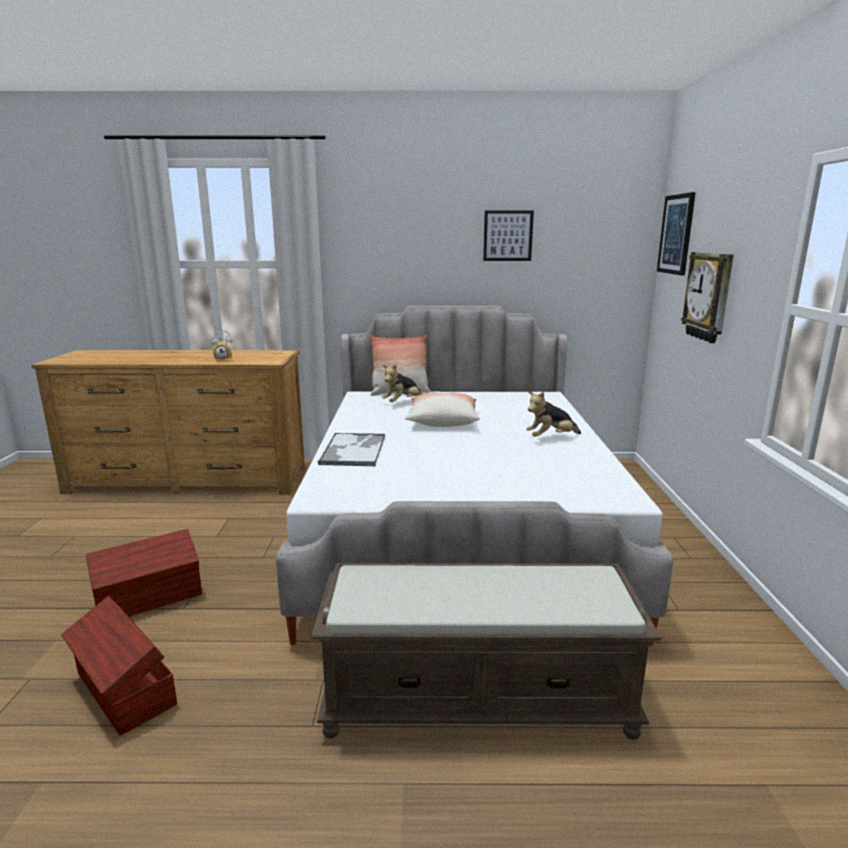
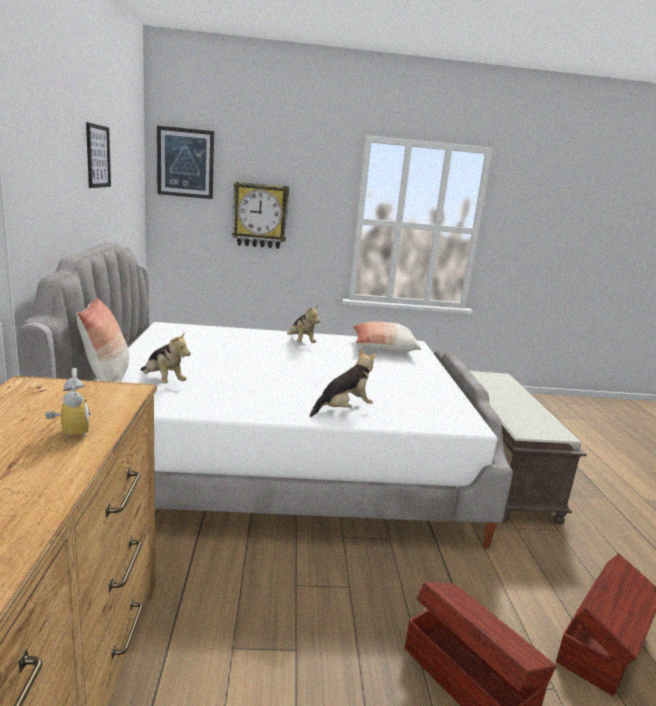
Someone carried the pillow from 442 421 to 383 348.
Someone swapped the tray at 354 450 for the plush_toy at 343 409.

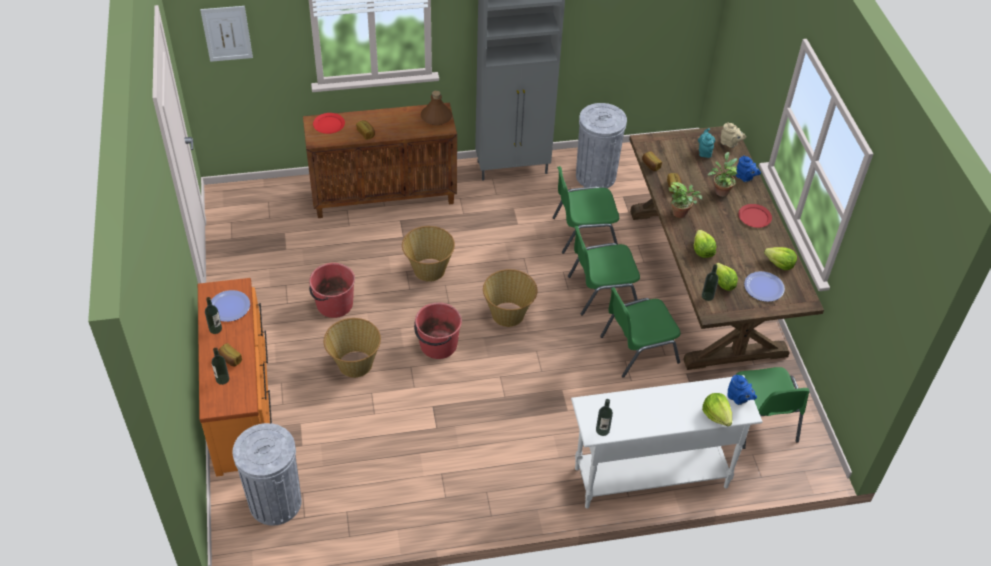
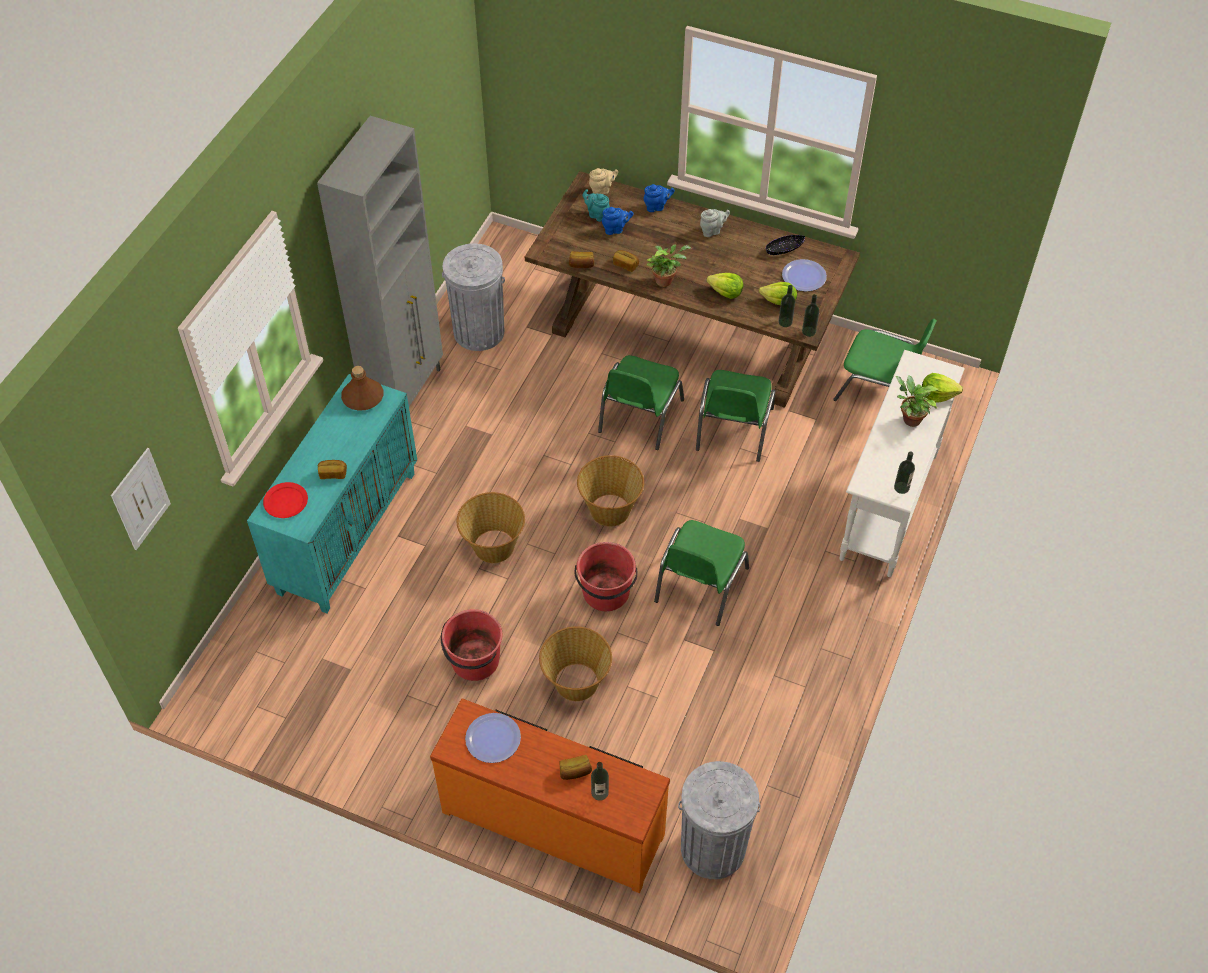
Someone carried the bottle from 215 329 to 809 331.
Someone carried the green_chair from 583 232 to 699 585.
Someone carried the potted_plant from 720 190 to 909 419.
Someone carried the blue_teapot from 738 399 to 615 229.
Someone swapped the red_plate at 754 217 for the grey_teapot at 712 231.
Someone swapped the lettuce at 779 264 for the black_bowl at 784 249.
Someone repainted the brown_cabinet at 384 196, which became the turquoise_cabinet at 347 531.

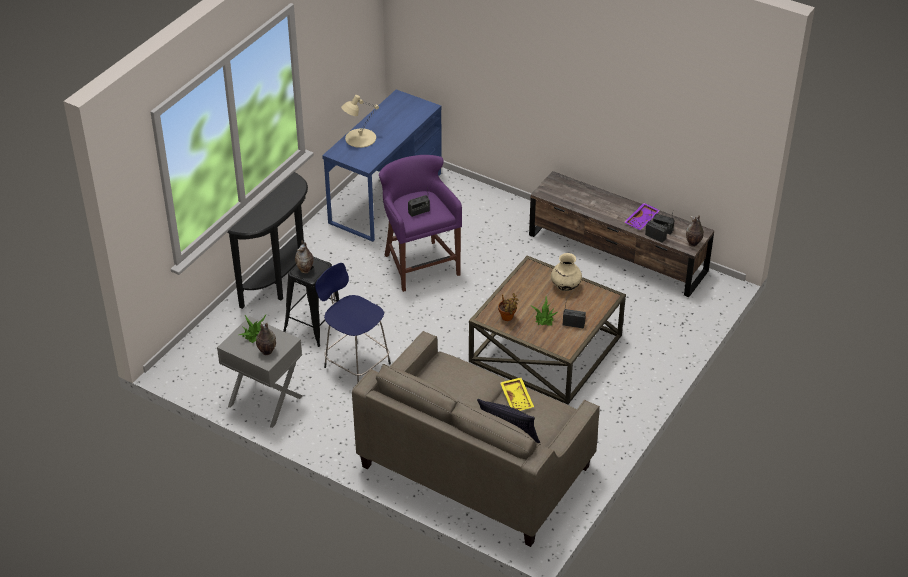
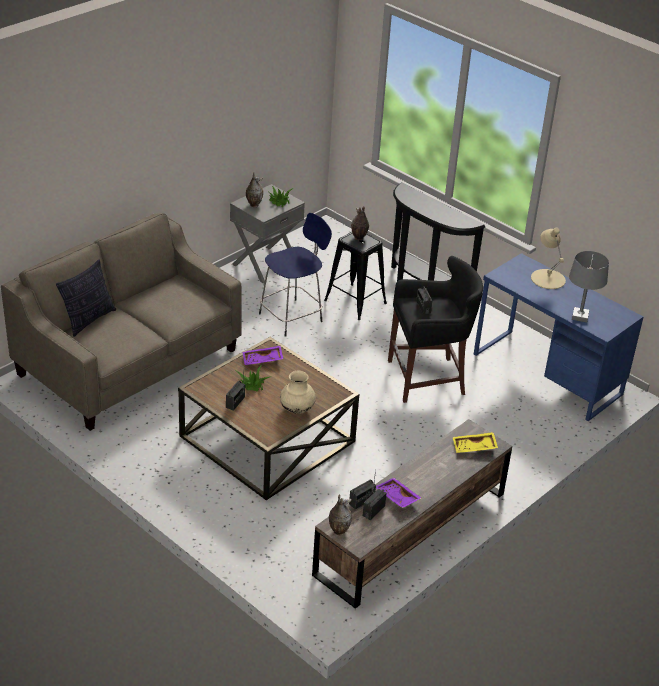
Someone put down the grey_table_lamp at 580 317.
Someone carried the yellow_tray from 517 398 to 474 448.
Someone swapped the potted_plant at 507 318 for the purple_tray at 262 360.
Someone repainted the purple_stool at 419 264, which became the black_stool at 429 378.

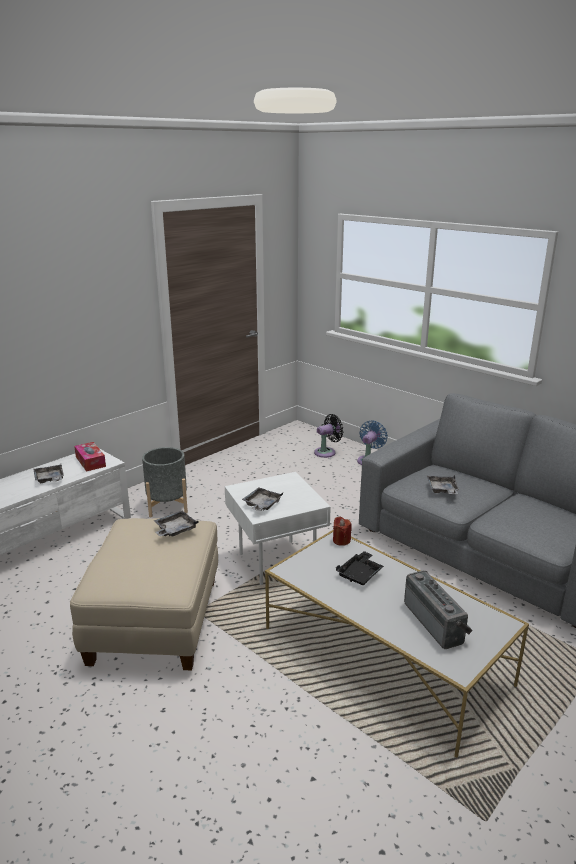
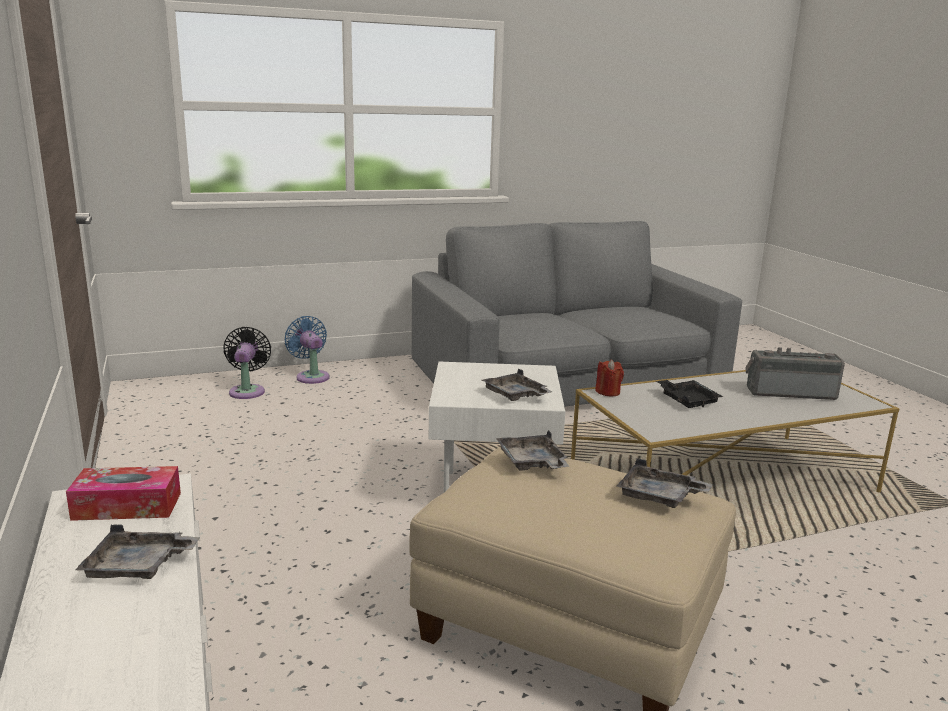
Someone took away the grey_planter at 167 505.
Someone carried the grey_tray from 442 490 to 659 497.

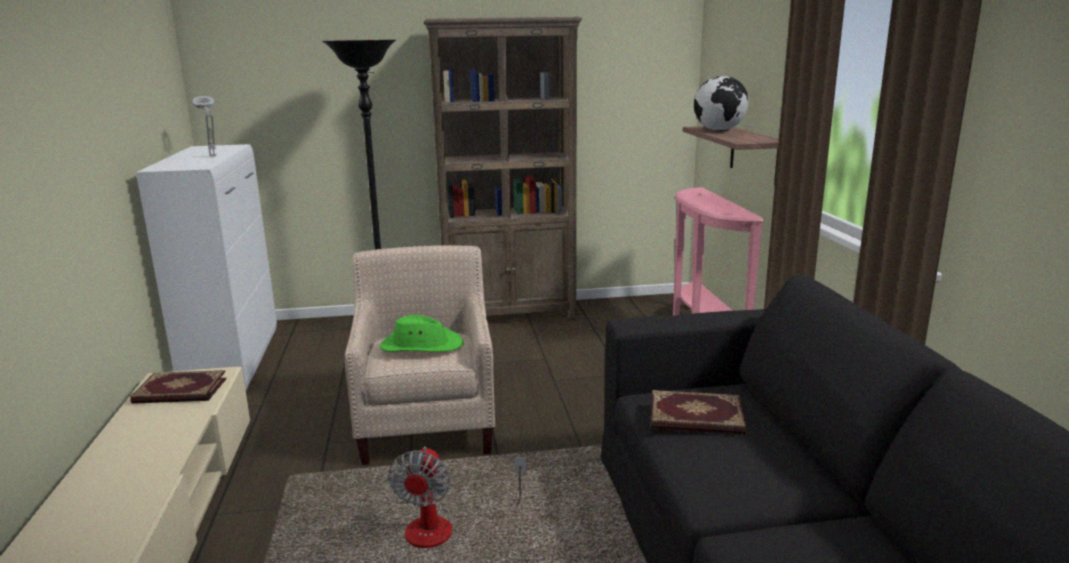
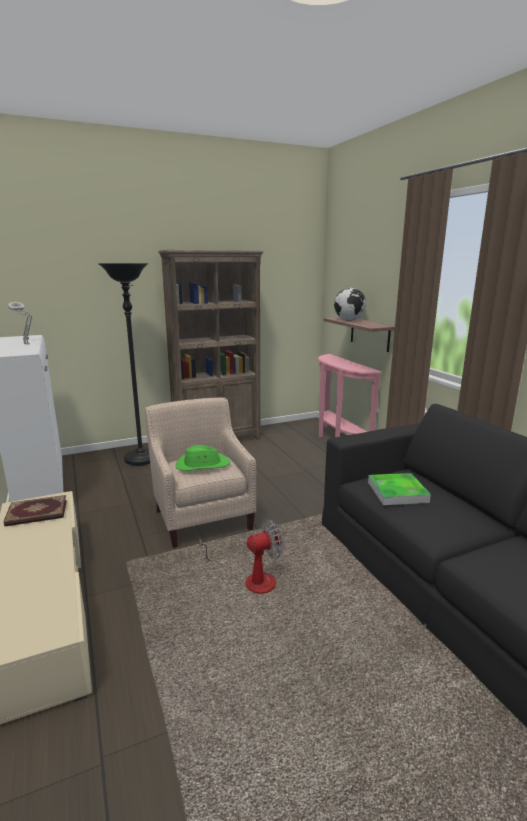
Someone swapped the book at 696 418 for the tray at 397 492.
Someone rotated the fan at 446 527 by 105 degrees counterclockwise.

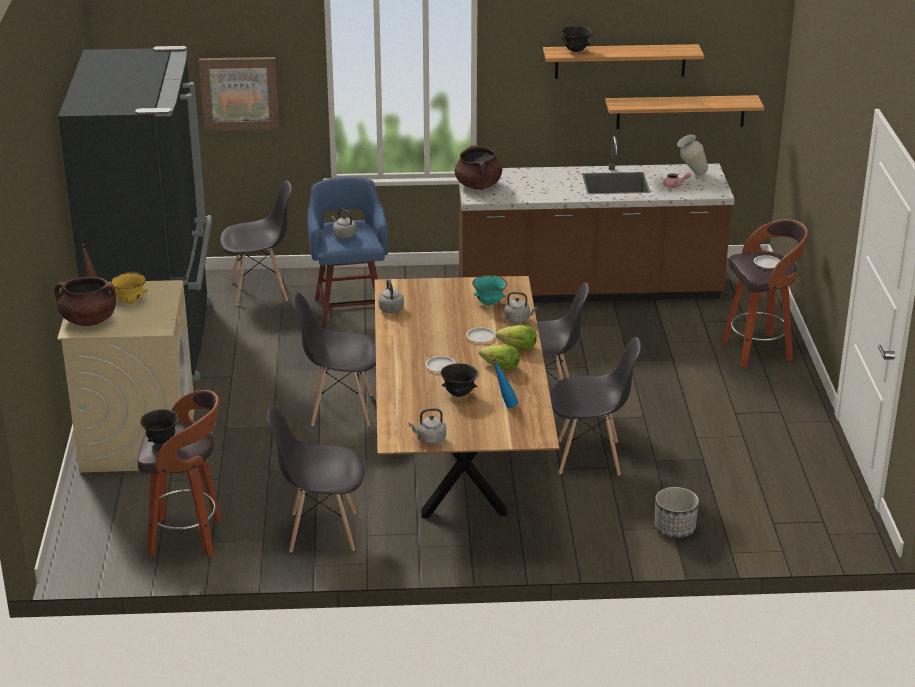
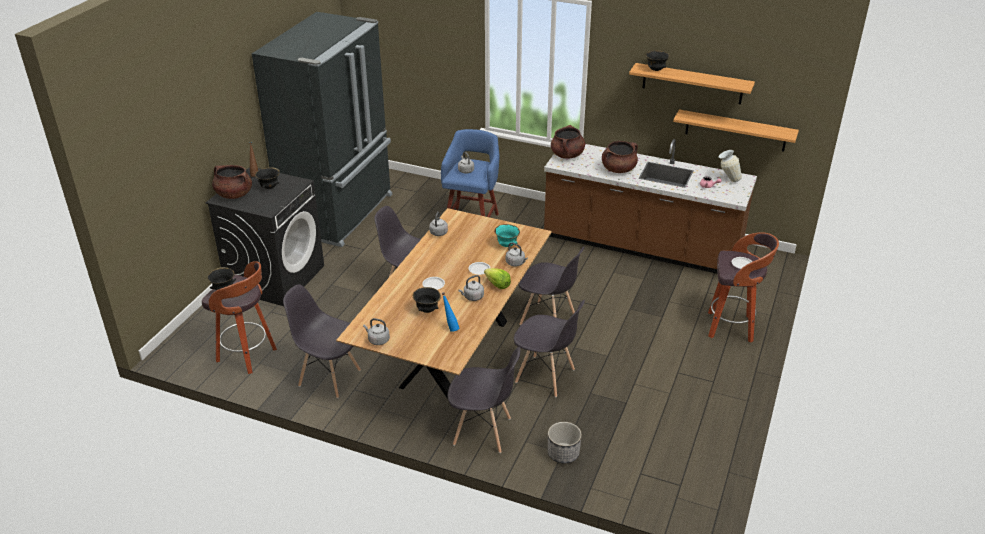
Someone took away the picture at 239 93.
Someone put down the brown_cooking_pot at 618 169.
Someone carried the grey_chair from 260 291 to 483 432.
Someone swapped the lettuce at 500 367 for the grey_kettle at 472 297.
Someone repainted the beige_washing_machine at 138 439, which became the black_washing_machine at 275 277.
Someone repainted the yellow_bowl at 131 301, which became the black_bowl at 269 187.

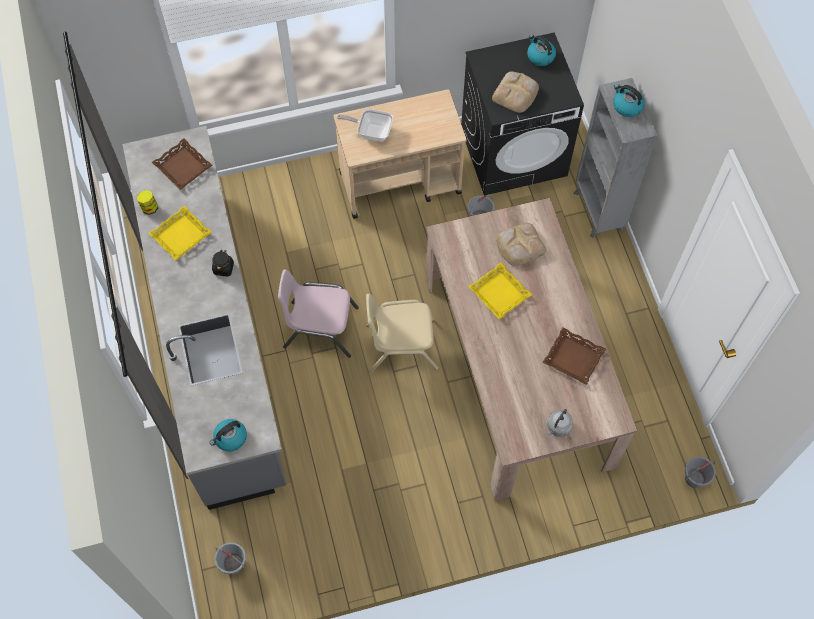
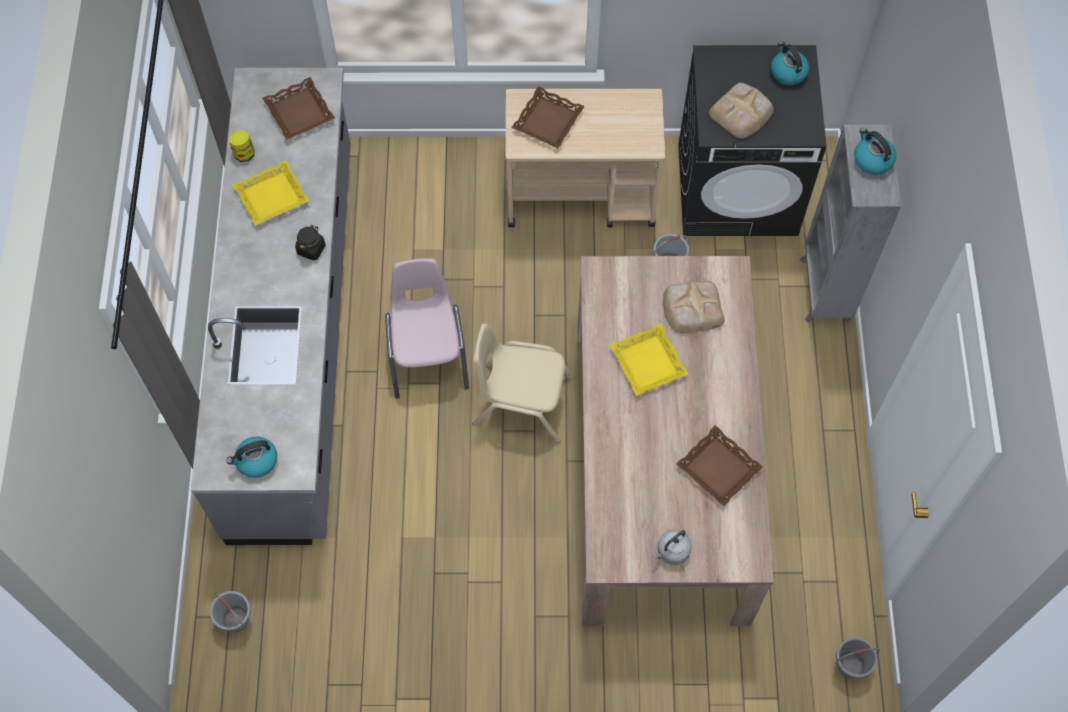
Someone swapped the frying_pan at 371 131 for the brown_tray at 547 121.
Someone rotated the pink_chair at 320 328 by 60 degrees clockwise.

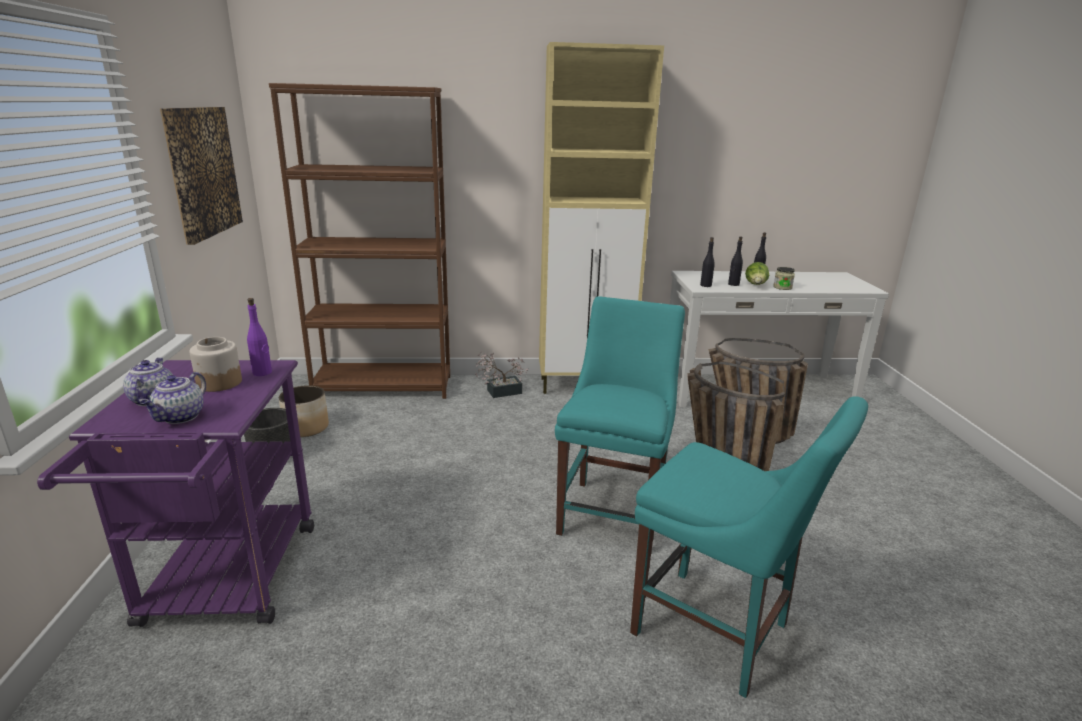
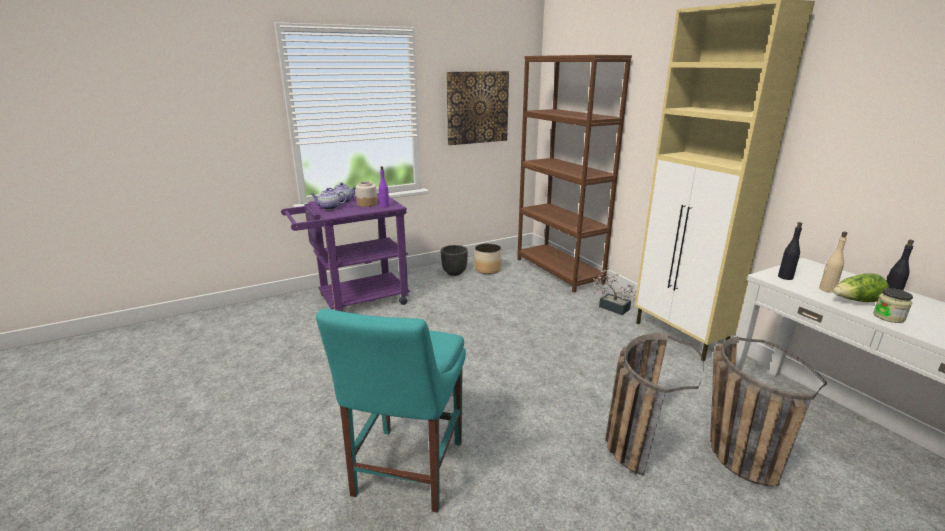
Someone took away the turquoise_chair at 613 512.
Someone repainted the black_bottle at 733 284, which became the beige_bottle at 826 289.

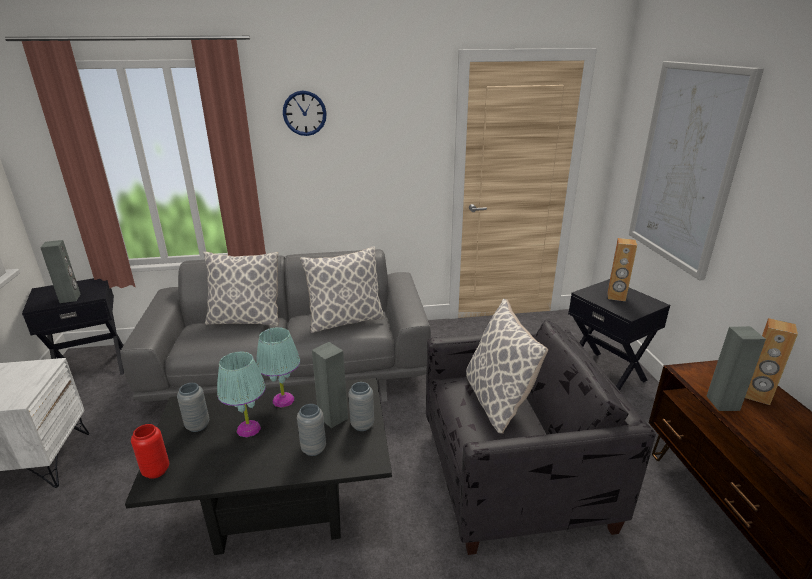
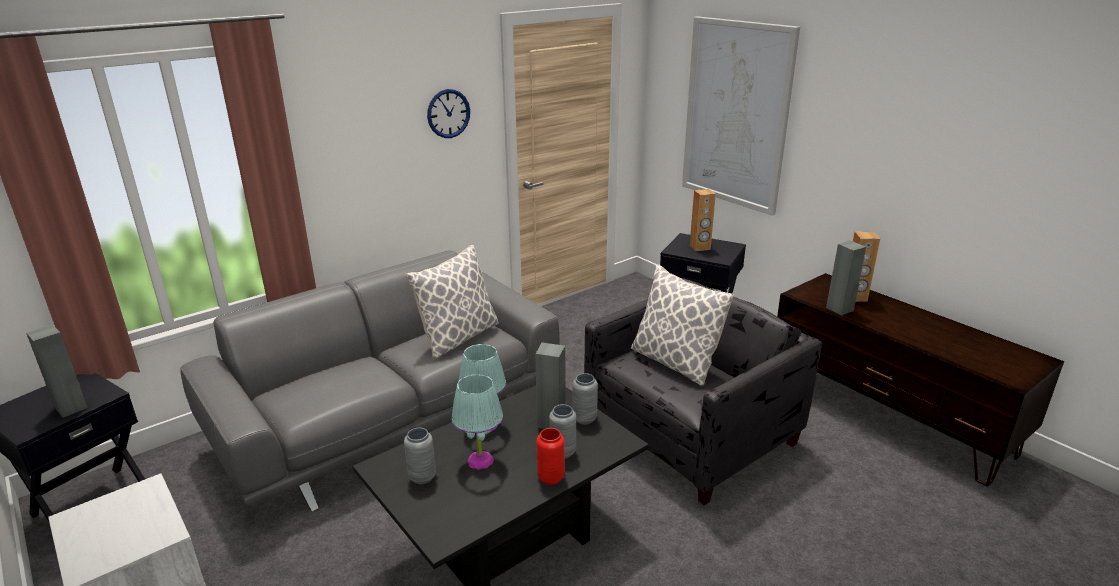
Someone took away the pillow at 245 320.
Someone carried the red_vase from 156 471 to 551 478.
Someone carried the wall_clock from 304 113 to 448 113.

